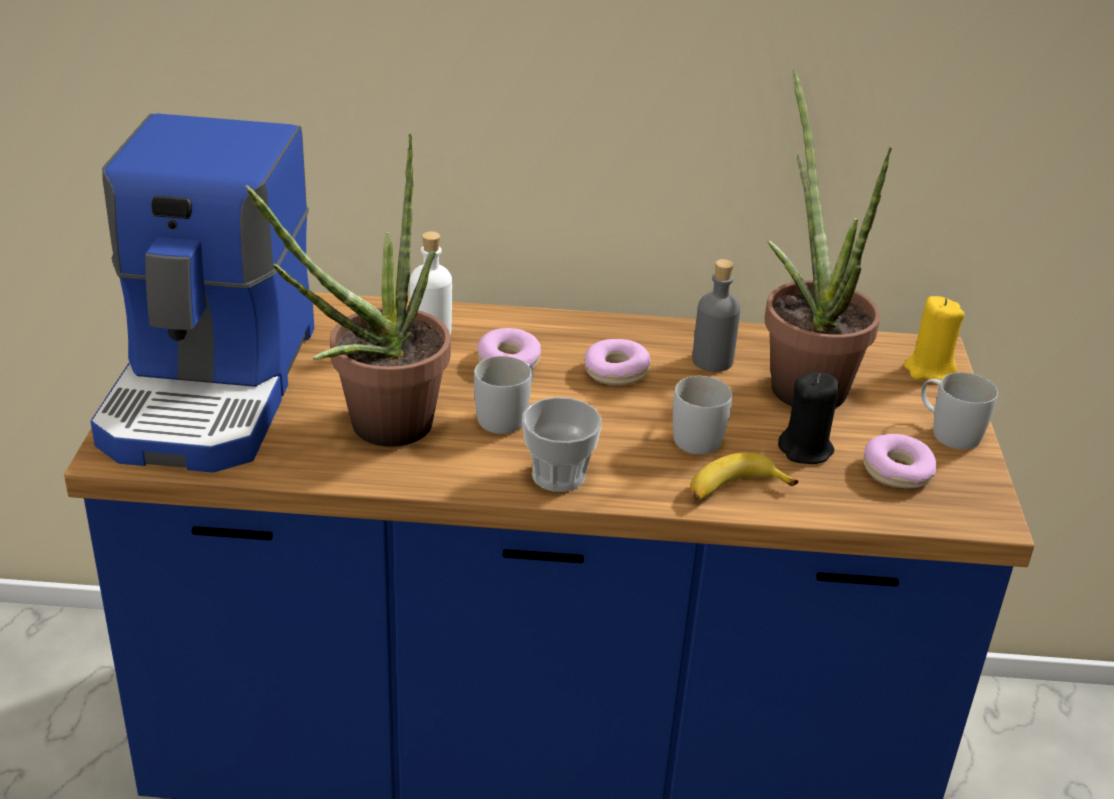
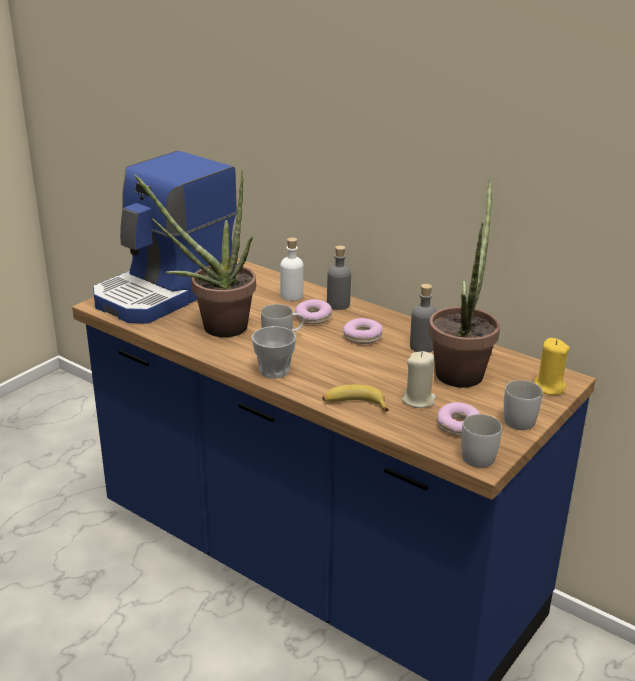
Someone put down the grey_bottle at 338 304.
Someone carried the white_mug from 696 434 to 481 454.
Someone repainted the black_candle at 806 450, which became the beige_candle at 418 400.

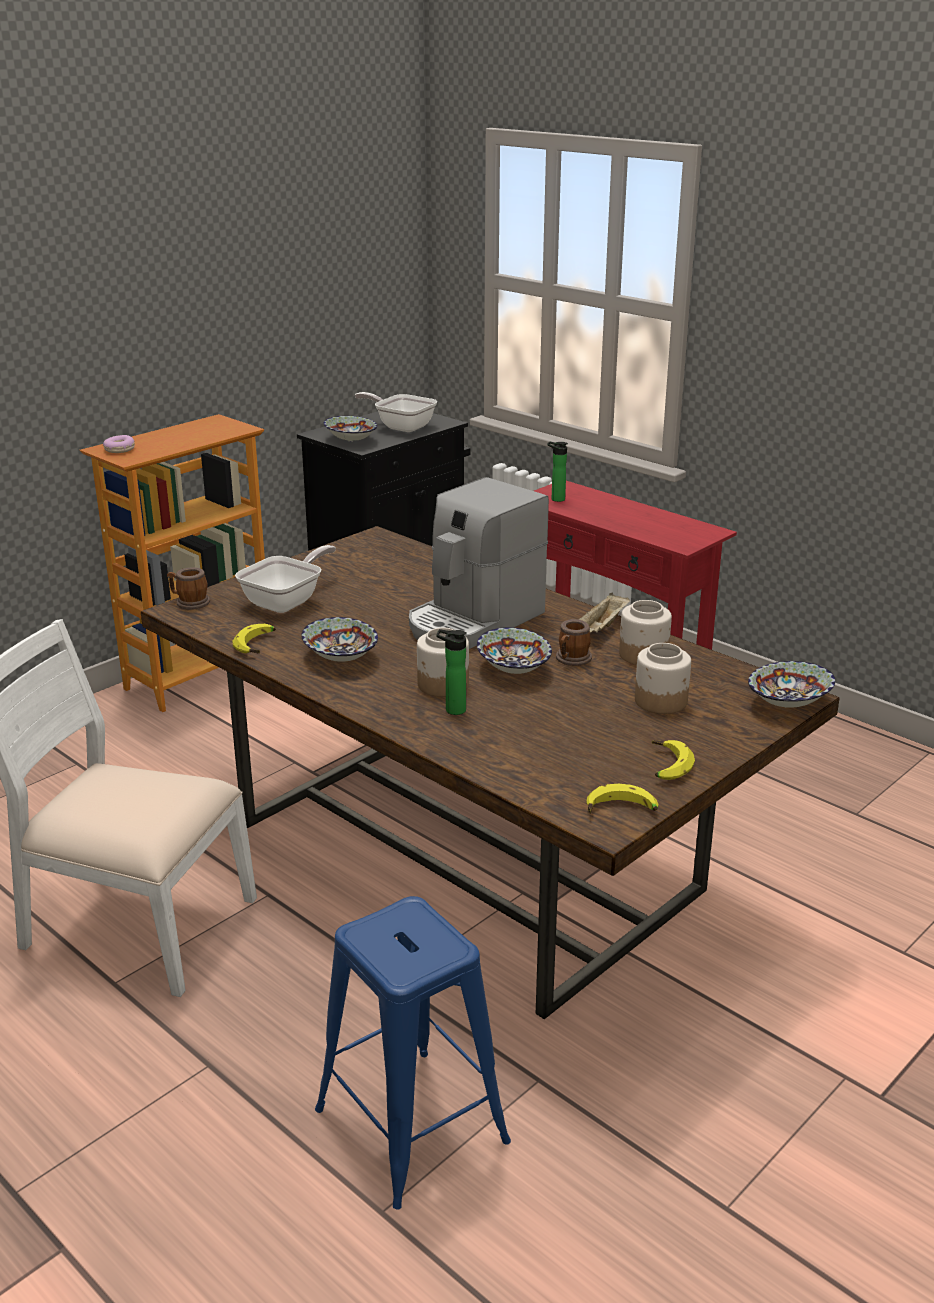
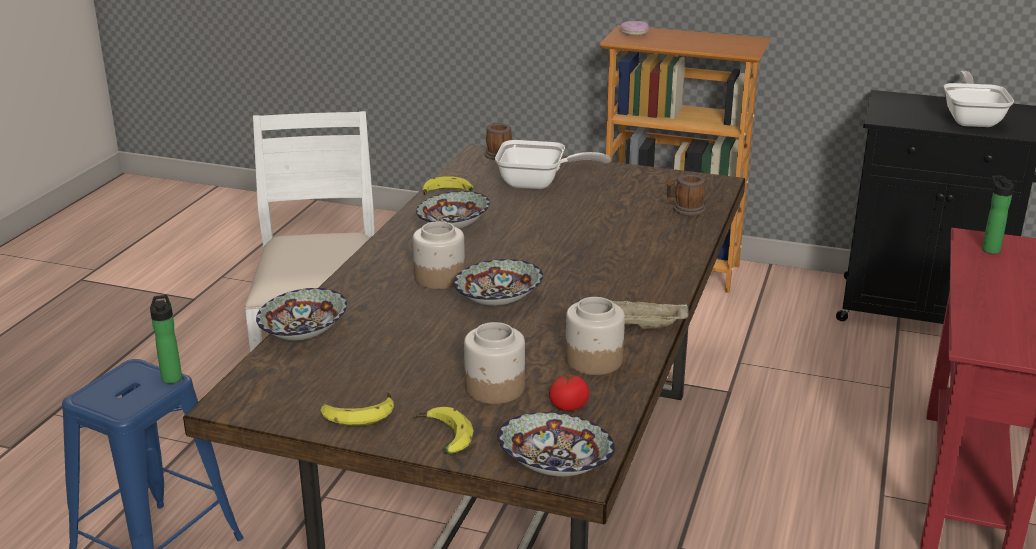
Someone took away the coffee_machine at 474 621.
Someone put down the tomato at 568 406.
Someone carried the bowl from 350 441 to 303 334.
Someone carried the bottle from 452 710 to 171 376.
Someone carried the mug from 571 660 to 684 209.
Someone carried the banana from 621 811 to 442 438.

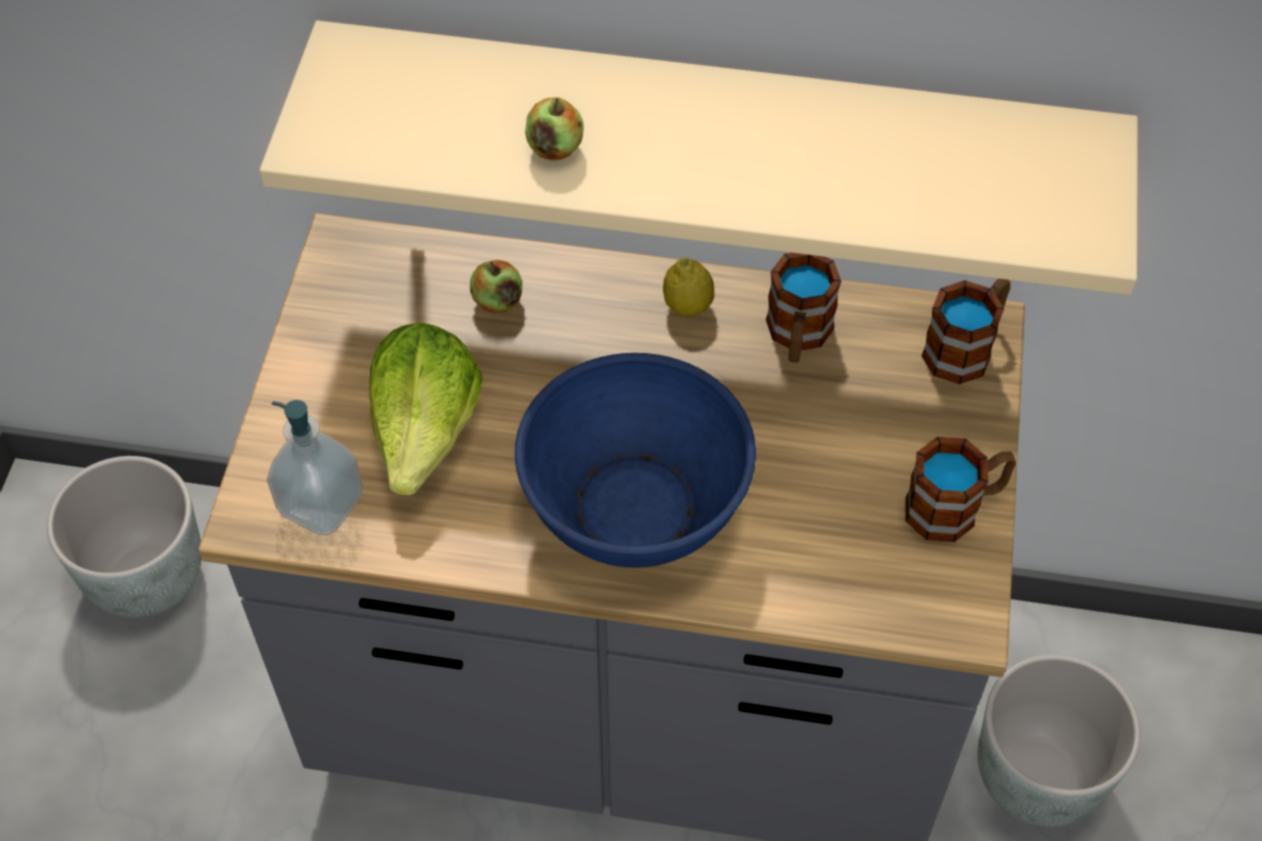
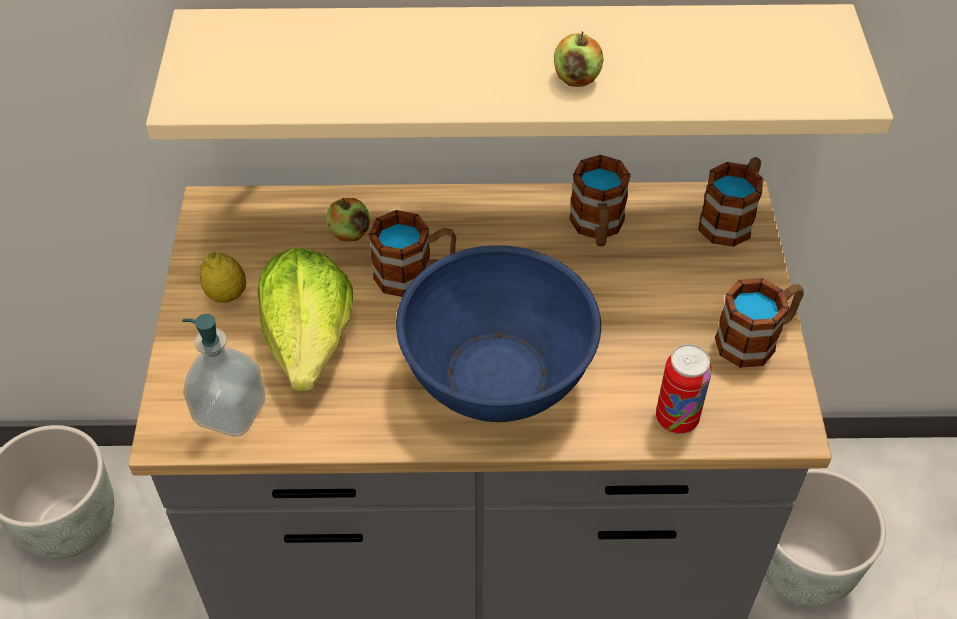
Someone put down the mug at 415 274.
Someone put down the can at 676 419.
Someone carried the apple from 555 148 to 576 78.
Someone carried the lemon from 687 306 to 226 295.

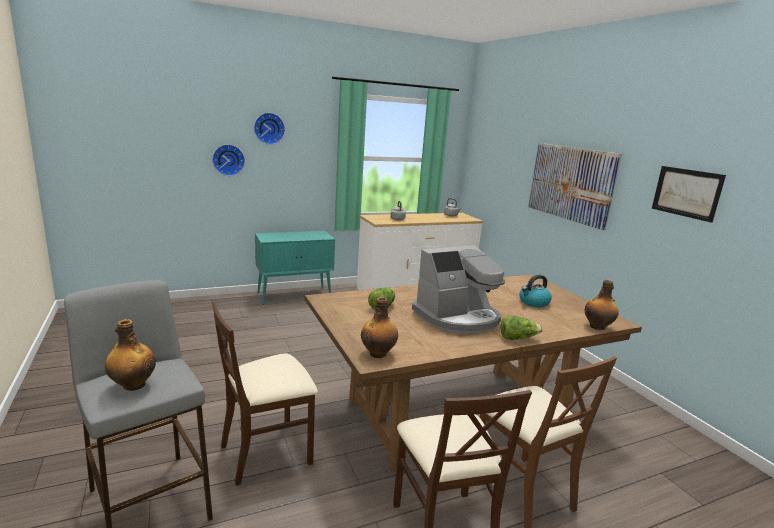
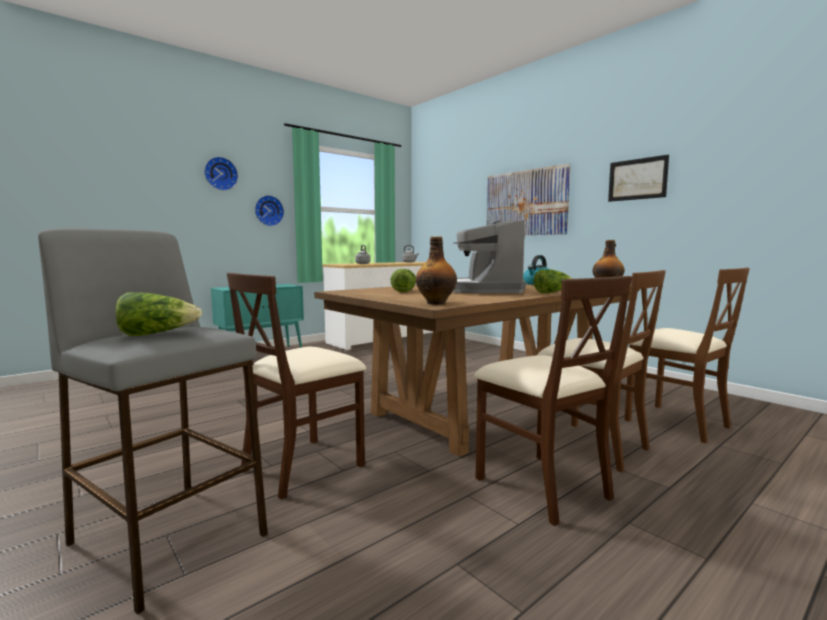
Someone put down the brown_chair at 675 422.
Someone carried the wall_clock from 228 160 to 268 211.
Someone swapped the bottle at 133 385 for the lettuce at 157 334.
Someone rotated the coffee_machine at 457 318 by 135 degrees clockwise.

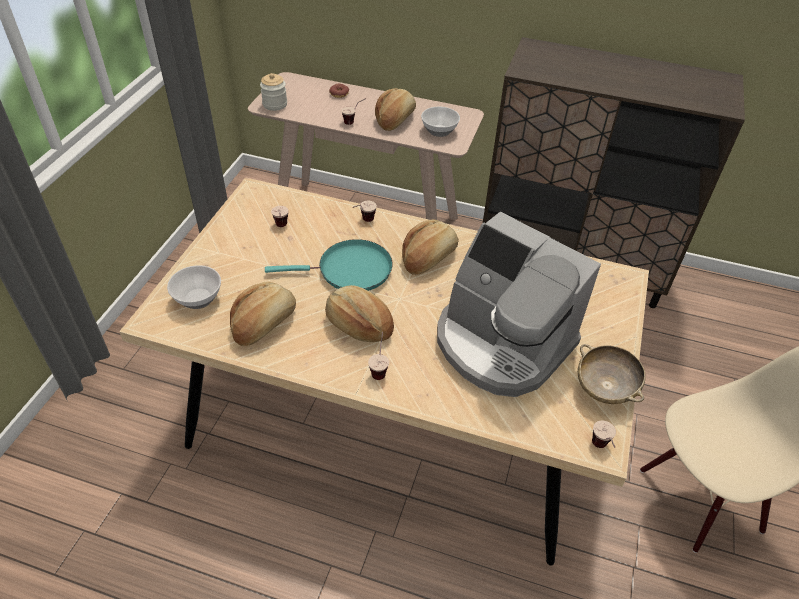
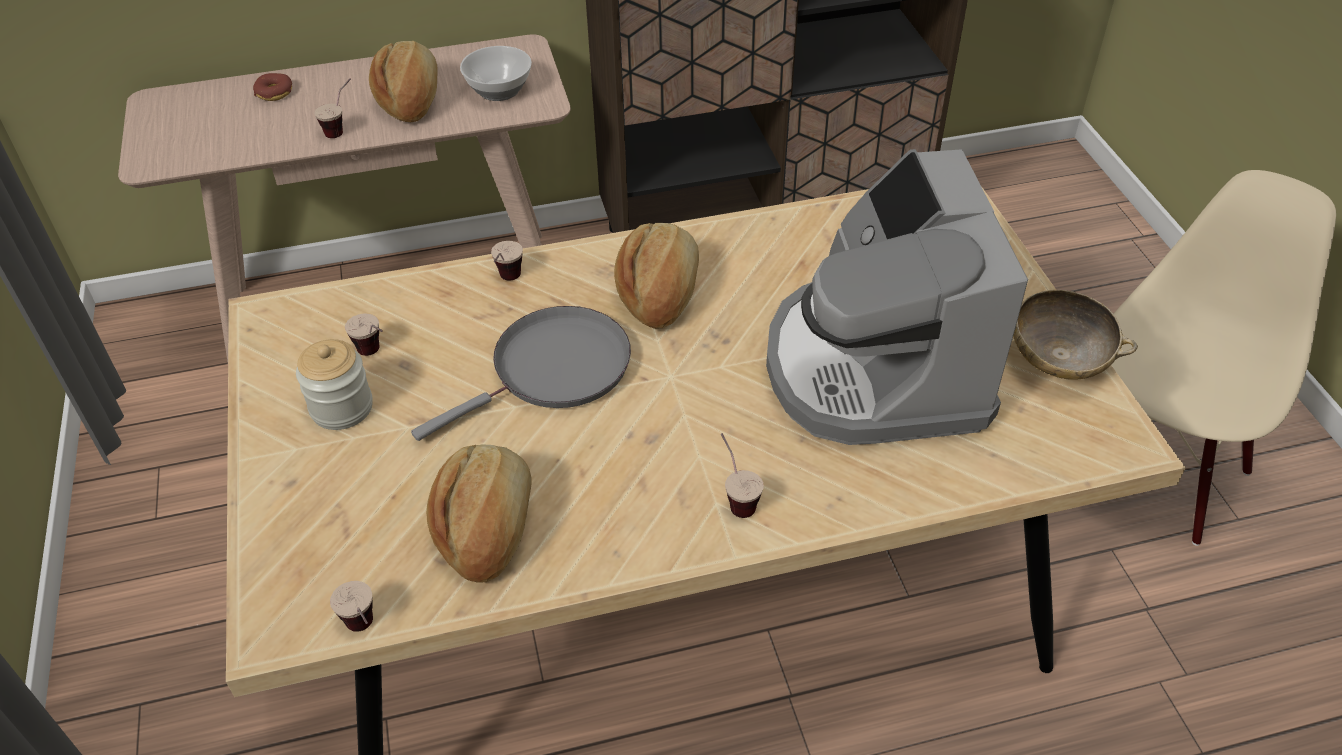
Someone took away the bowl at 198 299.
Someone took away the bread at 358 324.
Someone carried the jar from 275 104 to 342 408.
Someone carried the cup from 601 450 to 366 632.
Someone repainted the turquoise_frying_pan at 350 270, which became the grey_frying_pan at 554 370.
Someone rotated the coffee_machine at 501 343 by 75 degrees clockwise.

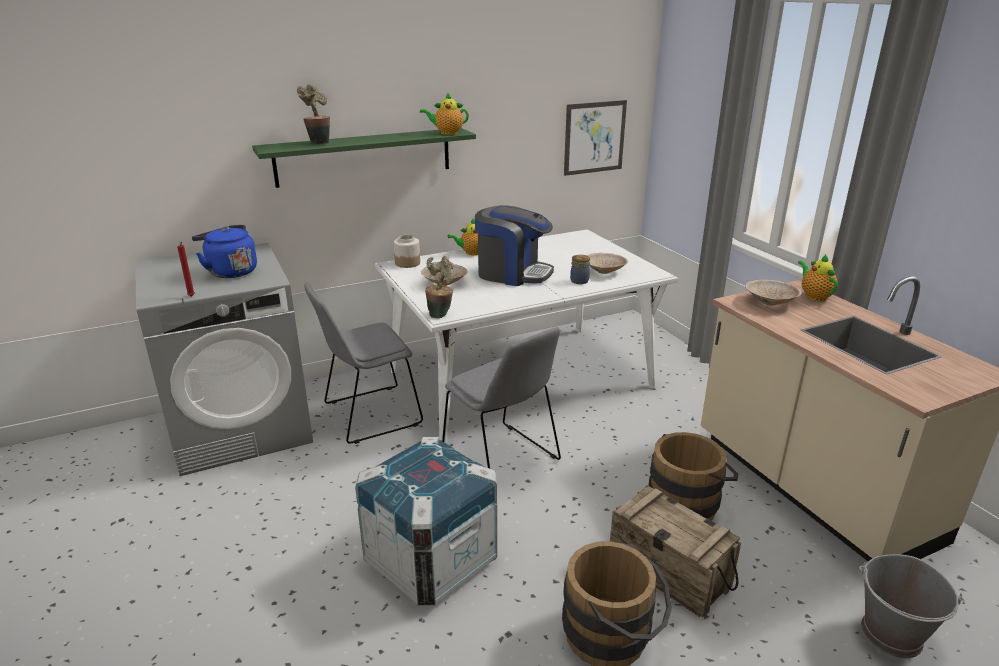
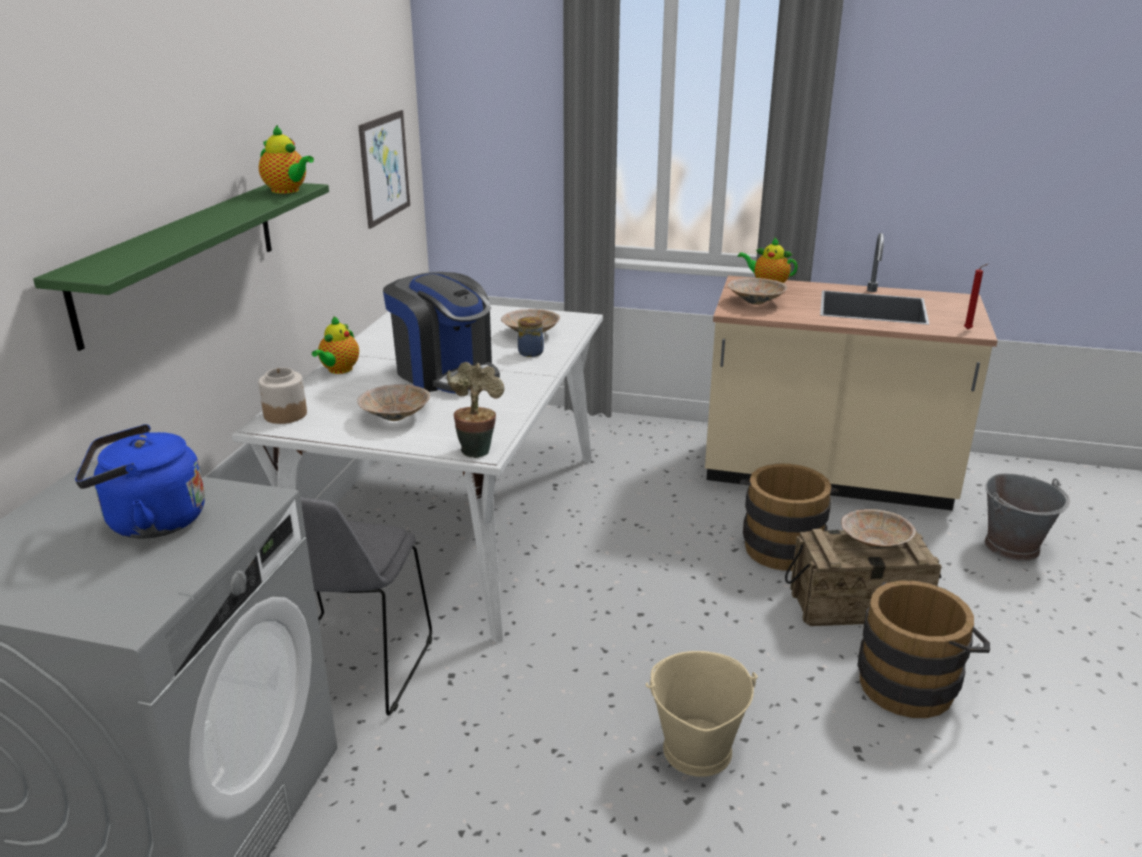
Someone took away the potted_plant at 318 143.
Someone took away the grey_chair at 502 461.
Someone put down the beige_bowl at 874 543.
Someone carried the red_candle from 191 297 to 969 329.
Someone swapped the crate at 431 560 for the beige_bucket at 696 750.
Someone rotated the teapot at 447 133 by 90 degrees counterclockwise.
Someone rotated the coffee_machine at 512 273 by 75 degrees clockwise.

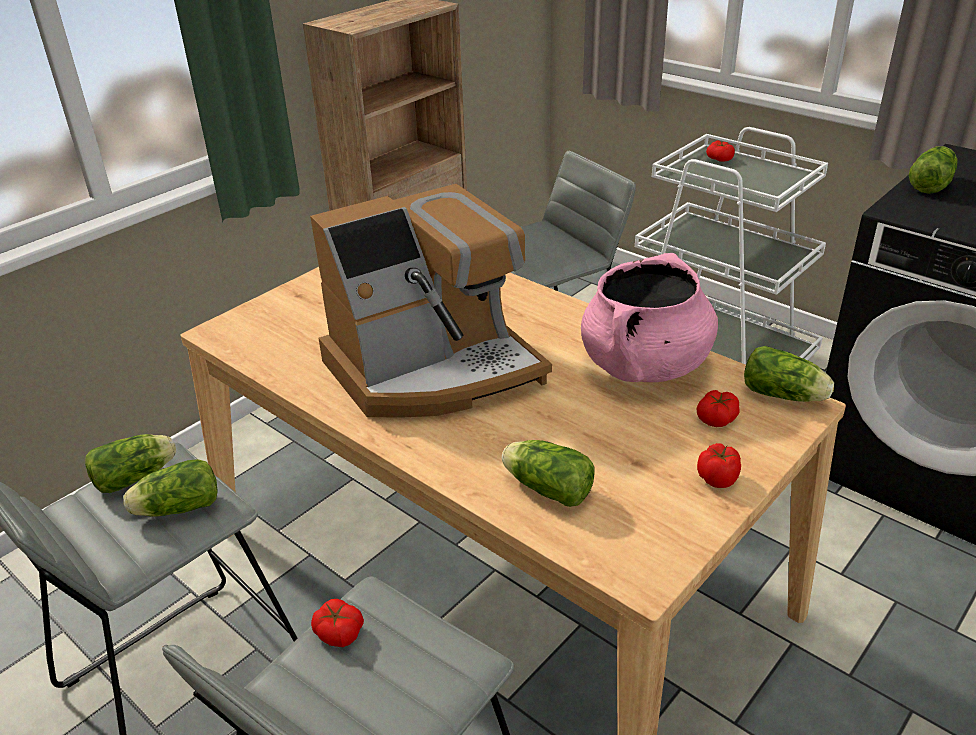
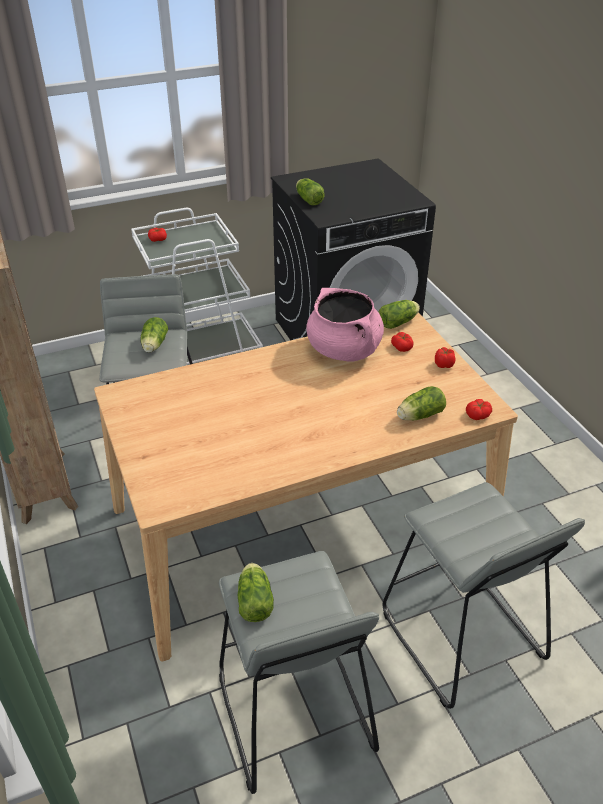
Someone took away the coffee_machine at 434 369.
Someone carried the lettuce from 176 508 to 154 345.
Someone carried the tomato from 338 632 to 478 415.

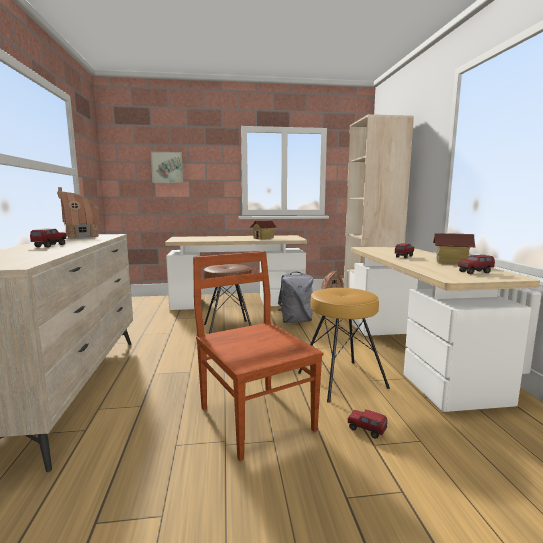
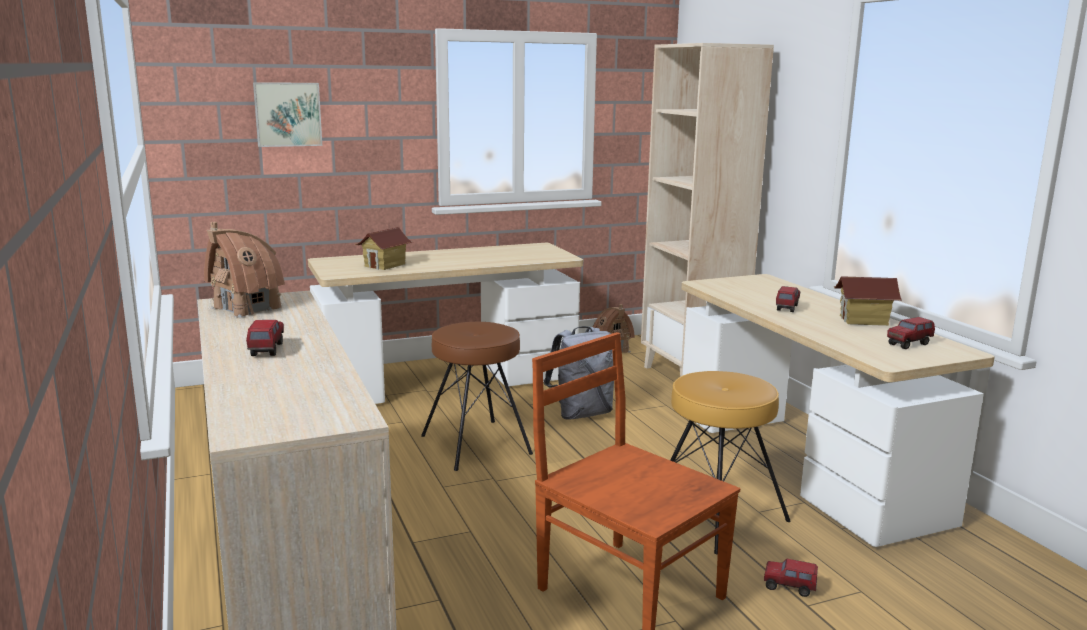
Someone carried the toy_house from 263 238 to 385 265.

